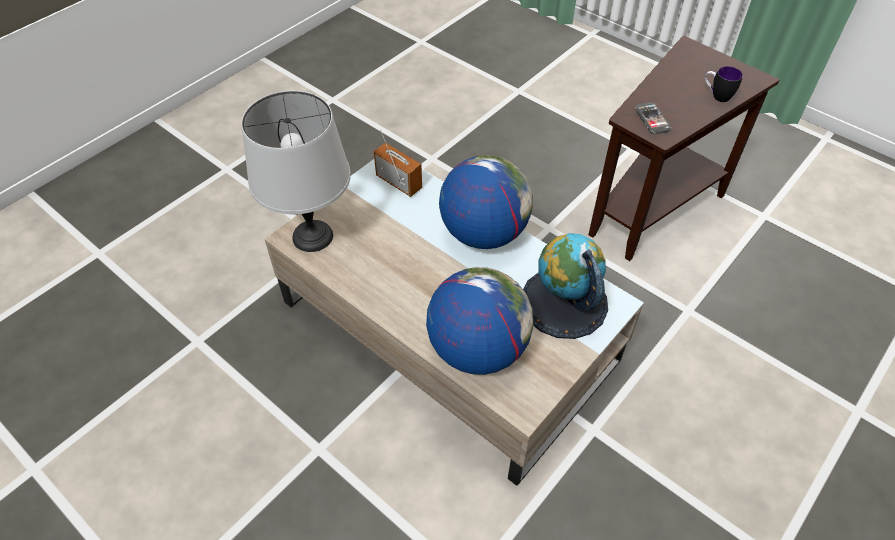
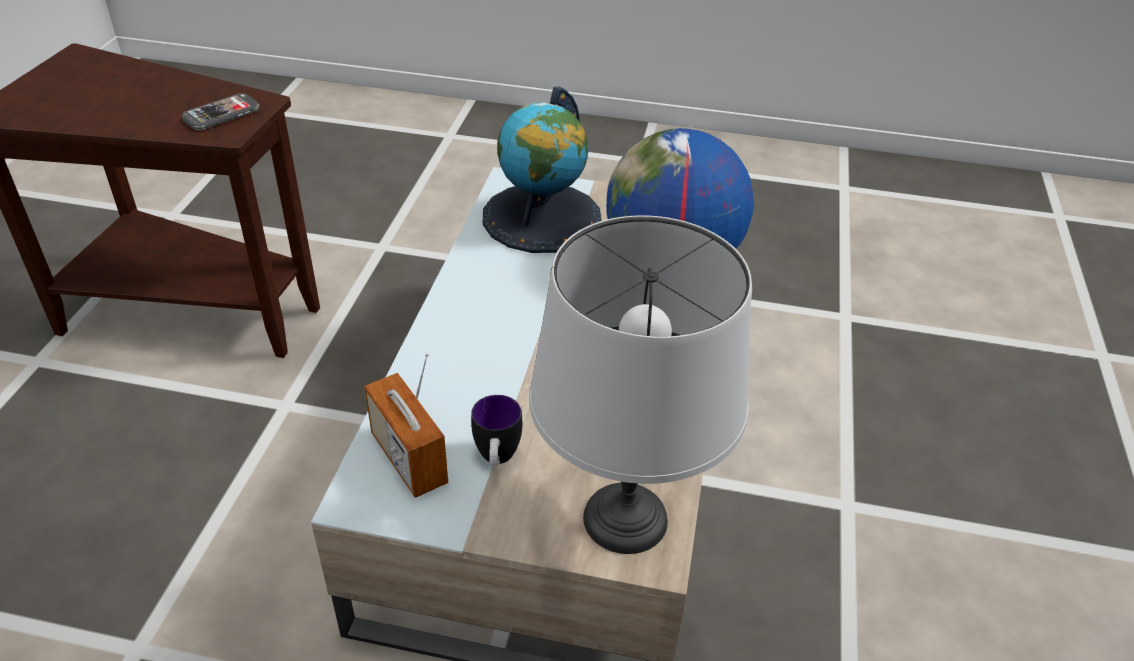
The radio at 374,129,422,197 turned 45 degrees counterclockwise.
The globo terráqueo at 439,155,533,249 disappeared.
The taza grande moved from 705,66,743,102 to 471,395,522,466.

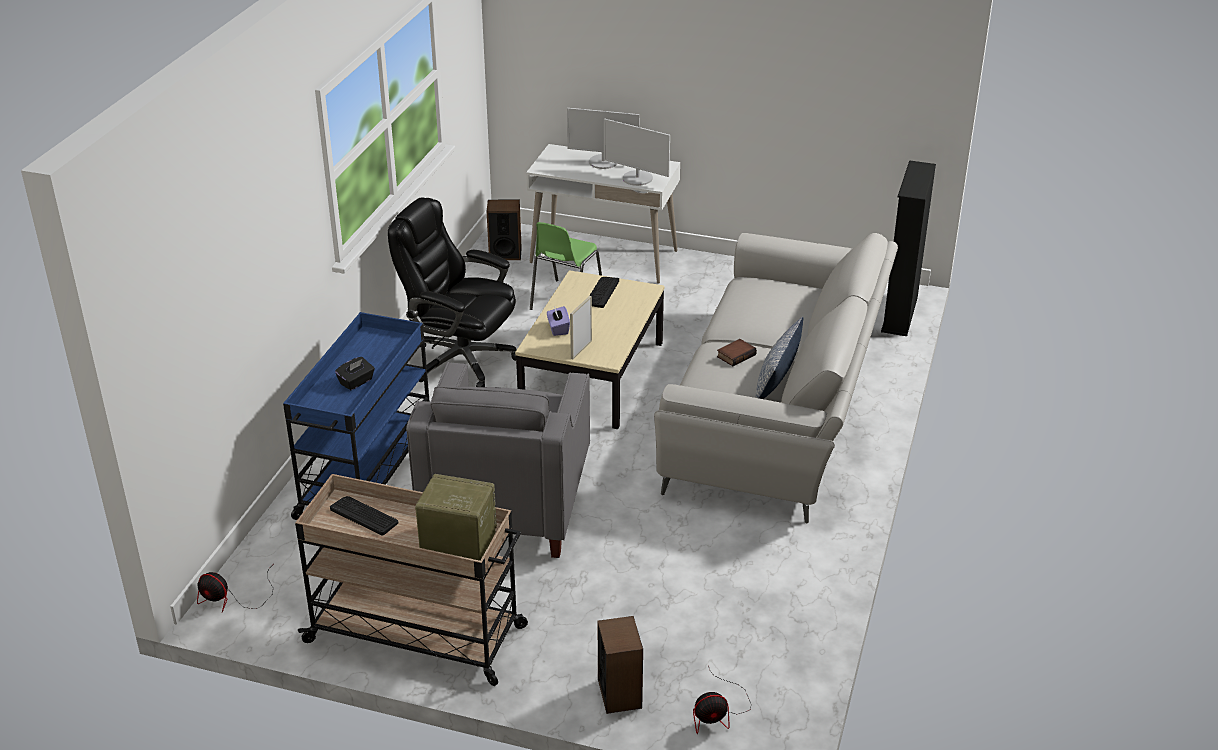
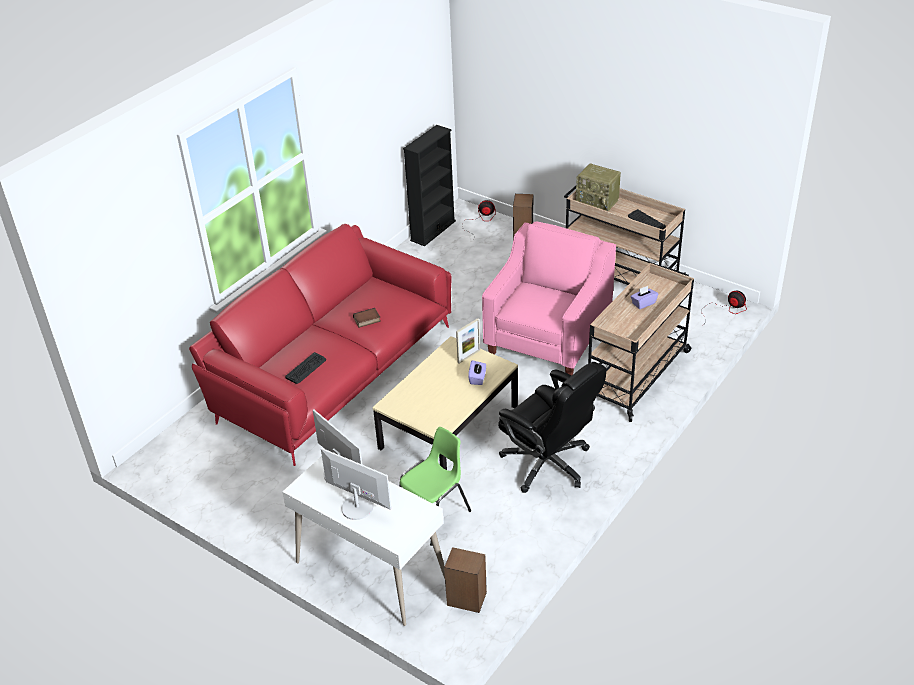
The carrito/azul at 283,312,430,520 became the carrito/beis at 588,263,694,422.
The caja de pañuelos/negro at 335,357,375,390 became the caja de pañuelos/morado at 630,286,658,309.
The sillón/gris at 406,362,590,558 became the sillón/rosa at 482,222,616,375.
The teclado moved from 590,277,619,308 to 285,352,326,384.
The sofá/gris at 654,233,898,524 became the sofá/rojo at 189,224,452,466.
The cojín at 755,317,803,399 disappeared.
The estantería/negro moved from 881,161,936,336 to 403,125,456,246.

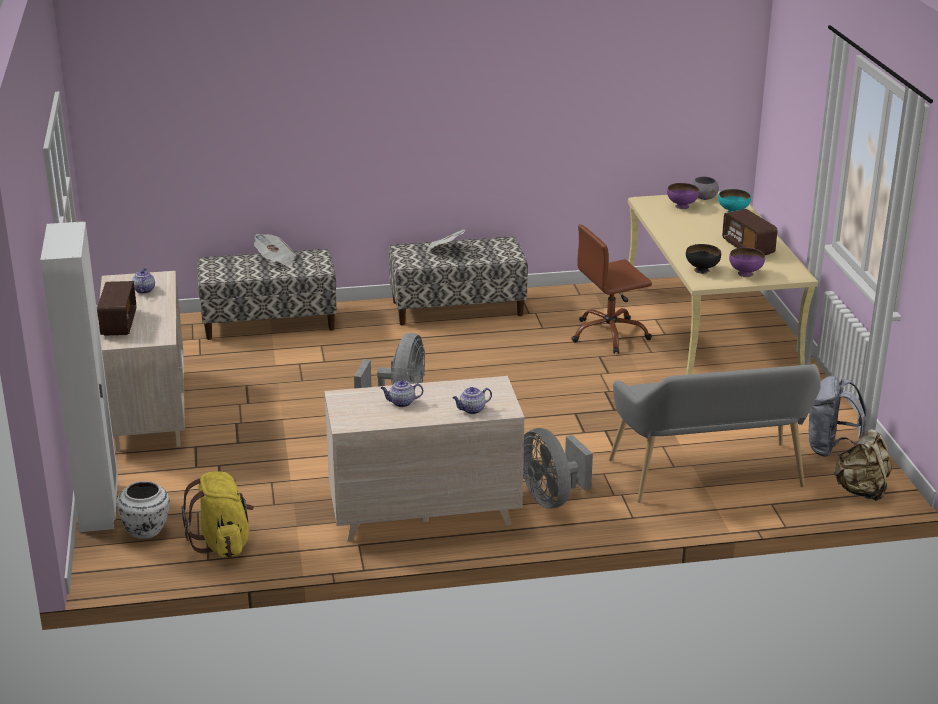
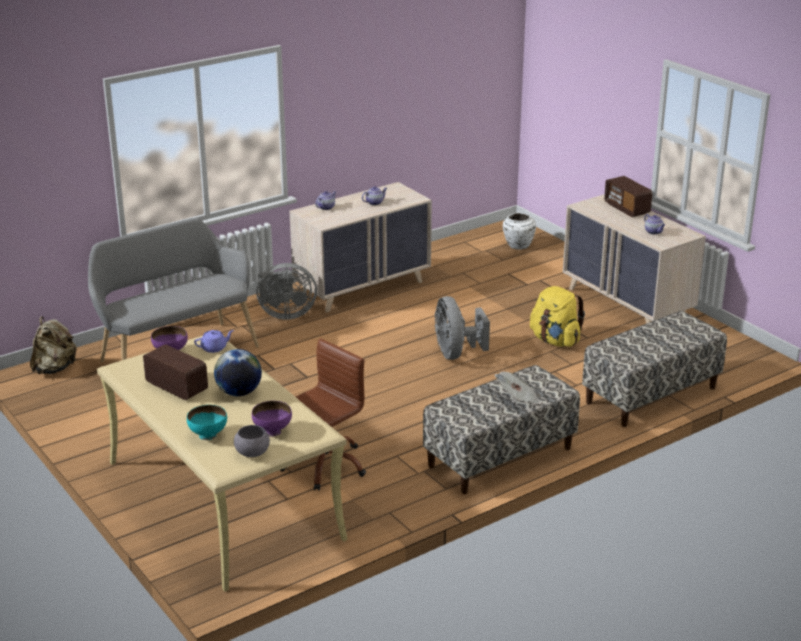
The armario ropero/blanco at 40,222,118,532 disappeared.
The mochila/amarillo moved from 182,471,254,557 to 530,286,585,347.
The periódico at 254,234,296,267 disappeared.
The ventilador/gris at 523,428,593,509 turned 135 degrees clockwise.
The cuenco/negro at 686,244,721,274 was replaced by the tetera/morado at 194,330,234,353.
The mochila/gris at 809,376,866,457 disappeared.
The globo terráqueo at 214,349,262,396 appeared.

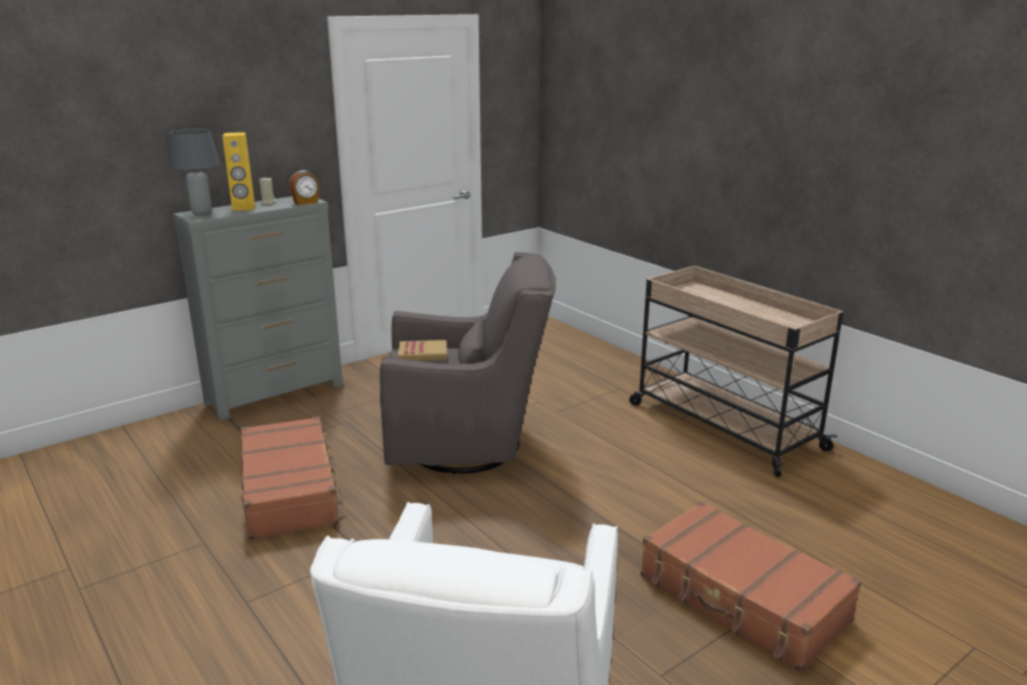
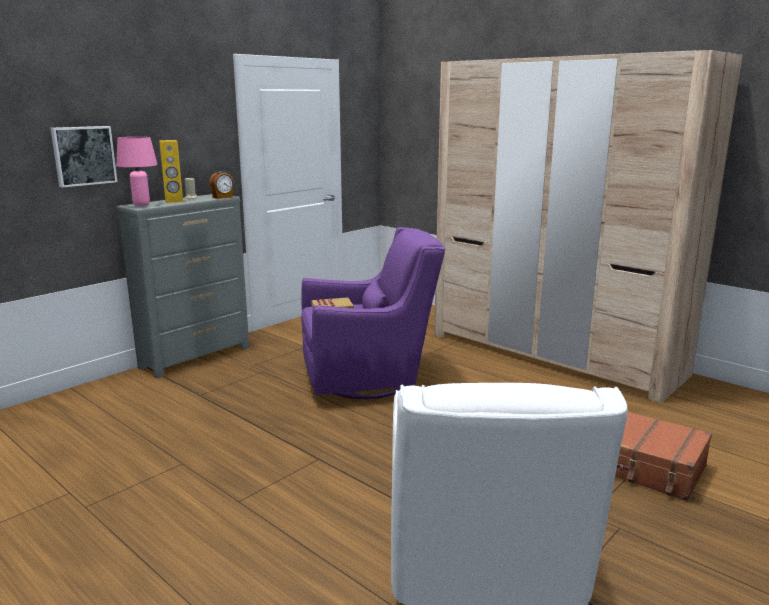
The lámpara de mesa/gris at 169,129,220,215 became the lámpara de mesa/rosa at 116,137,158,206.
The maleta/marrón at 240,417,344,540 disappeared.
The sillón/gris at 380,252,556,474 became the sillón/morado at 301,227,445,399.
The carrito/beis at 629,266,843,477 was replaced by the armario ropero/beis at 434,50,743,403.
The cuadro at 50,126,117,188 appeared.

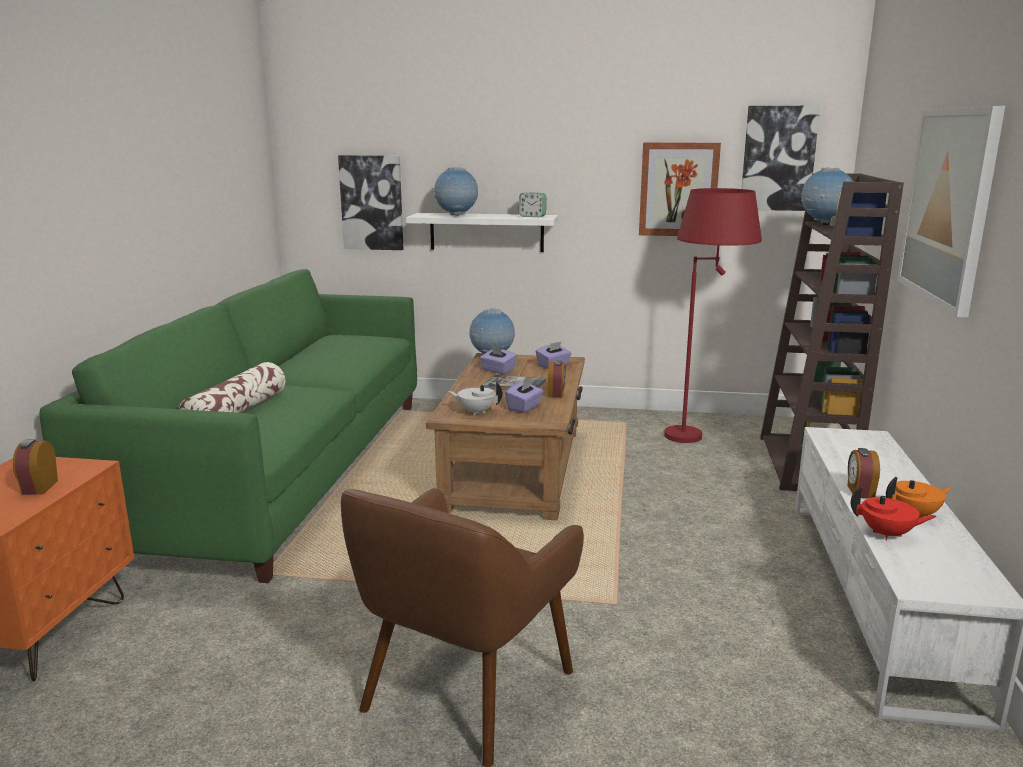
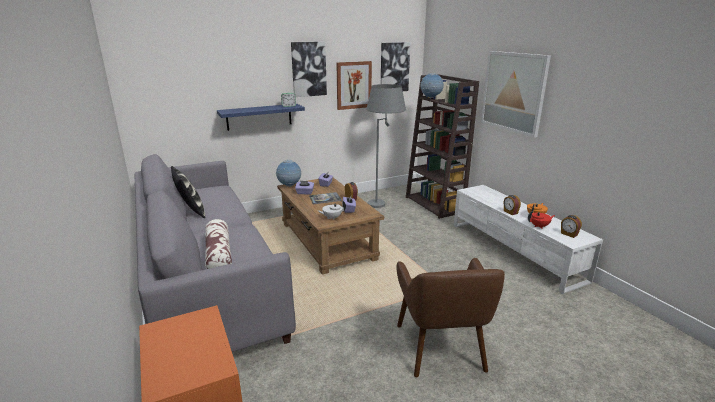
The despertador moved from 13,439,58,495 to 561,215,582,238.
The sofá/verde at 39,269,417,583 became the sofá/gris at 135,154,296,352.
The cuadro moved from 338,155,403,250 to 291,42,327,97.
The estante/blanco at 406,213,558,252 became the estante/azul at 217,104,305,131.
The globo terráqueo at 433,167,478,216 disappeared.
The lámpara de pie/rojo at 664,188,762,443 became the lámpara de pie/gris at 367,84,406,208.
The cojín at 171,166,205,218 appeared.

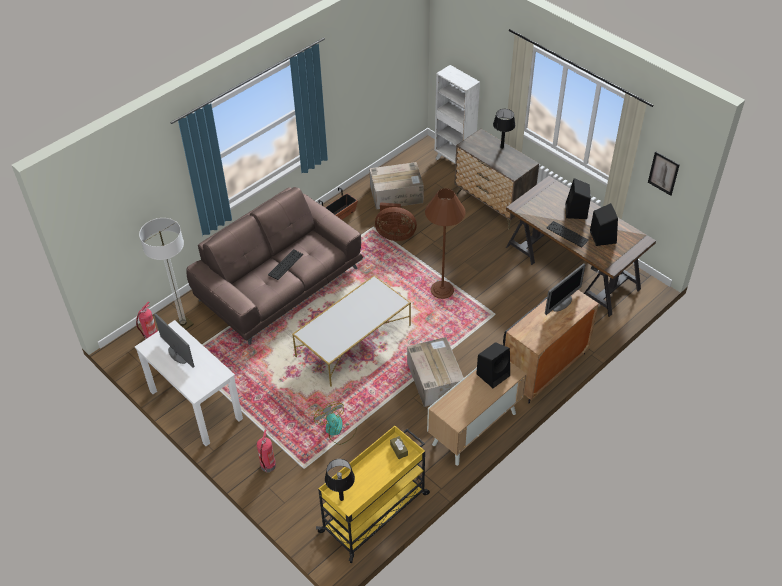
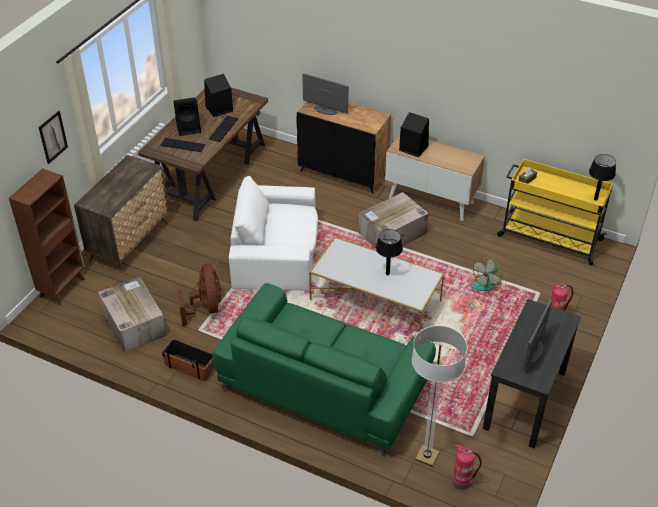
The escritorio/blanco at 135,320,243,446 became the escritorio/negro at 483,299,581,448.
The sofá/marrón at 186,187,363,345 became the sofá/verde at 212,283,436,457.
The teclado moved from 268,249,303,280 to 161,138,205,152.
The lámpara de pie/marrón at 425,188,466,299 was replaced by the sillón/blanco at 229,176,318,291.
The estantería/blanco at 435,65,480,163 became the estantería/marrón at 9,168,85,305.
The lámpara de mesa/negro moved from 493,109,515,149 to 376,229,403,275.
The cuadro moved from 648,151,679,196 to 39,111,68,164.

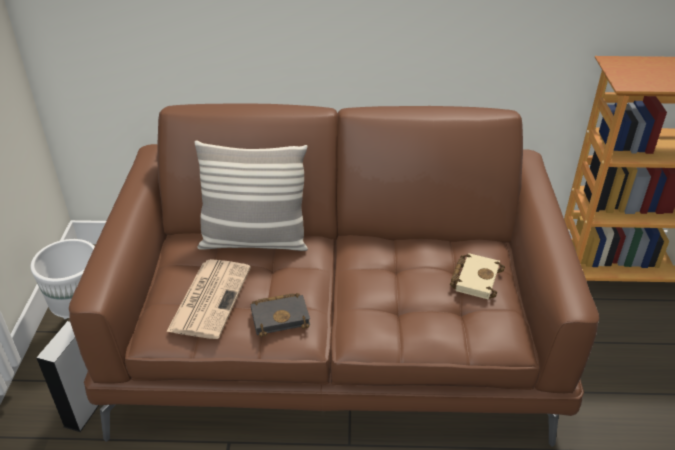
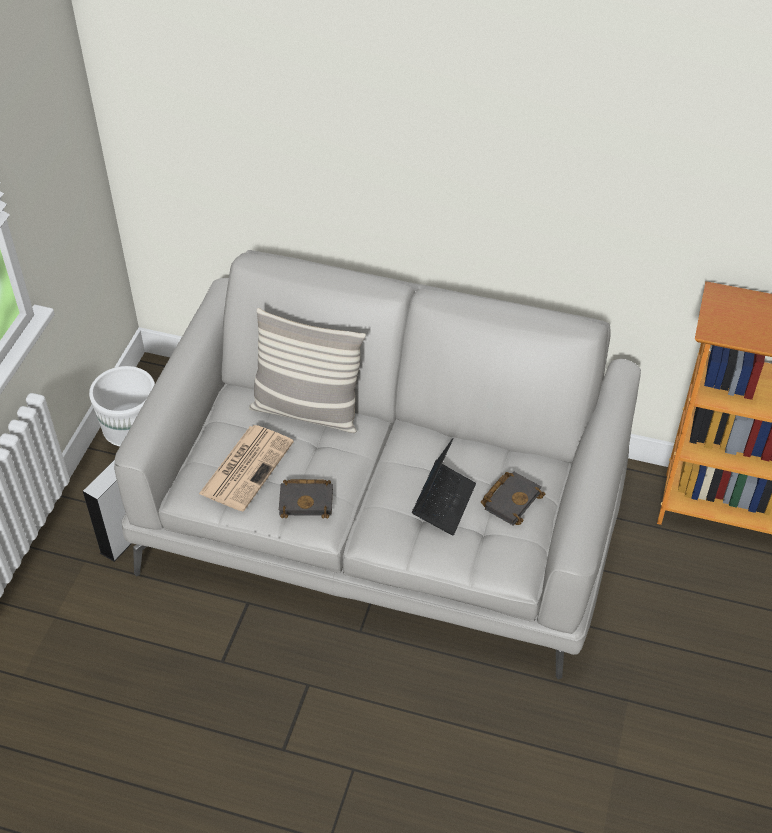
The sofá/marrón at 69,103,599,447 became the sofá/gris at 114,250,641,679.
The libro/beis at 450,253,505,300 became the libro/negro at 481,472,545,525.
The portátil at 412,438,476,536 appeared.

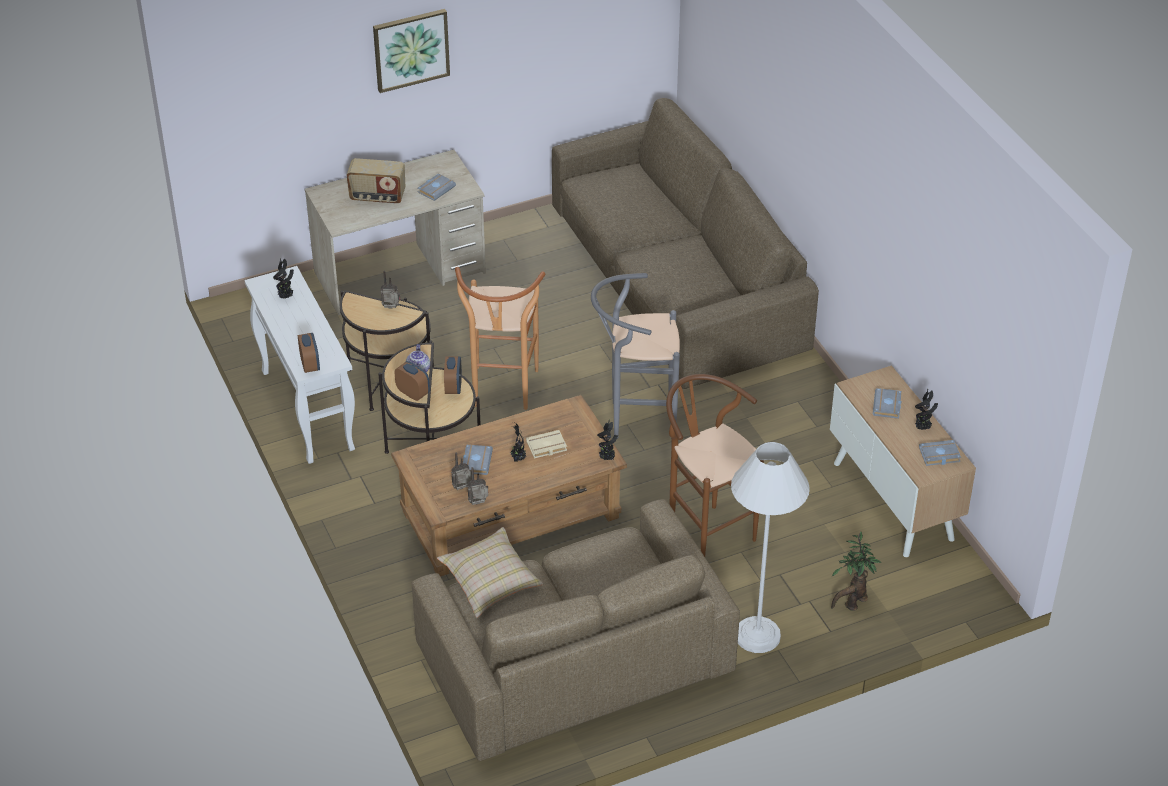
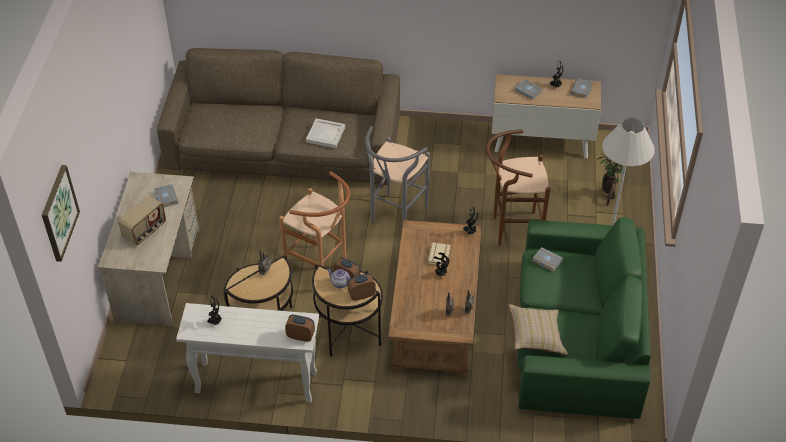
The cuadro moved from 373,9,450,93 to 42,165,80,262.
The sofá/marrón at 412,499,740,761 became the sofá/verde at 518,217,651,419.
The libro/gris moved from 463,445,493,475 to 532,247,563,272.
The bandeja/blanco at 306,118,345,148 appeared.

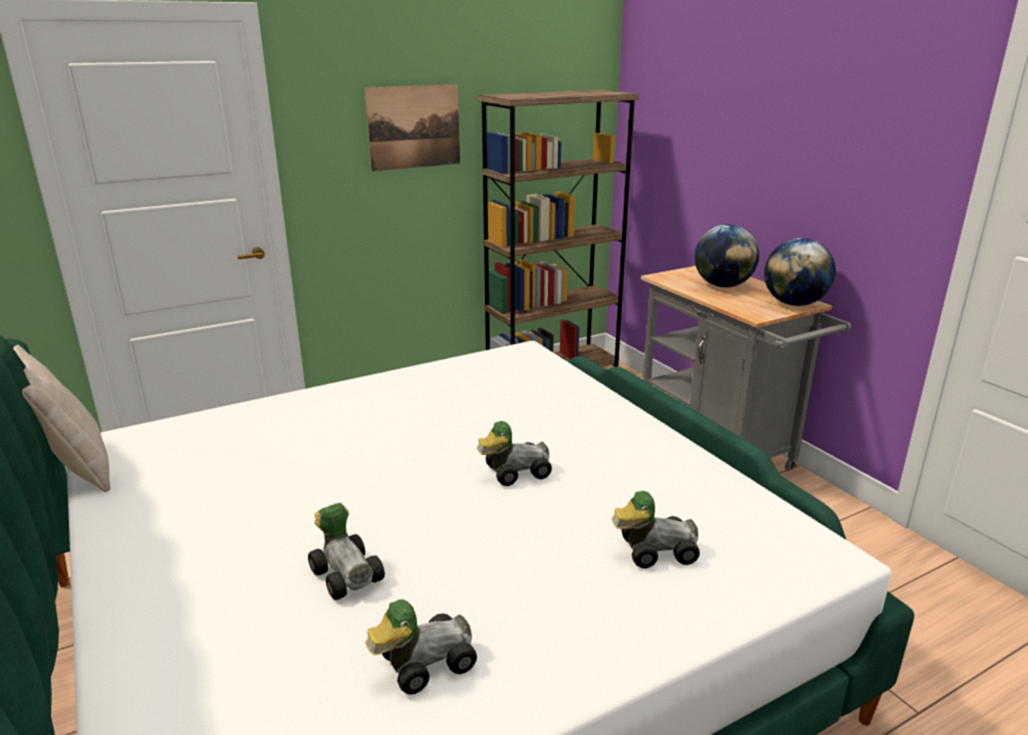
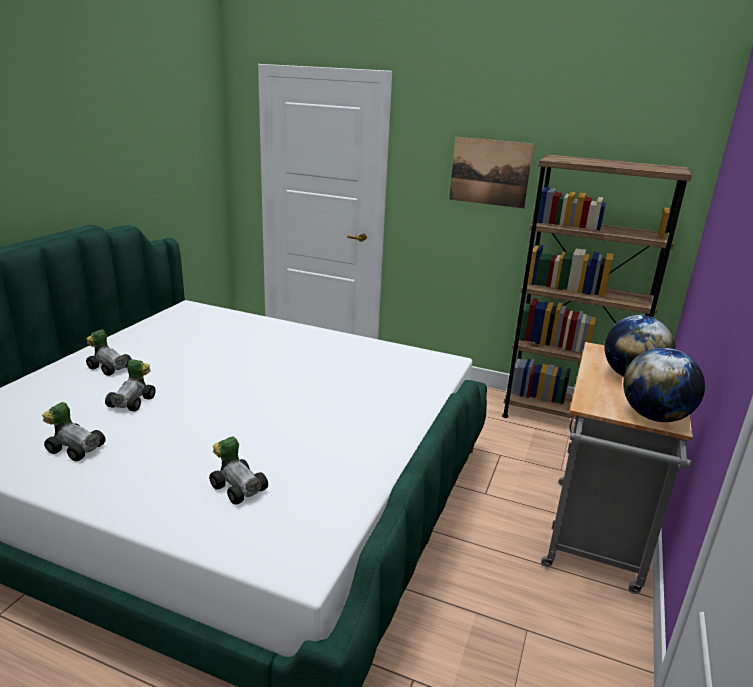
The cojín/beis at 13,345,110,492 disappeared.
The coche de juguete moved from 476,421,552,486 to 86,329,131,376.

